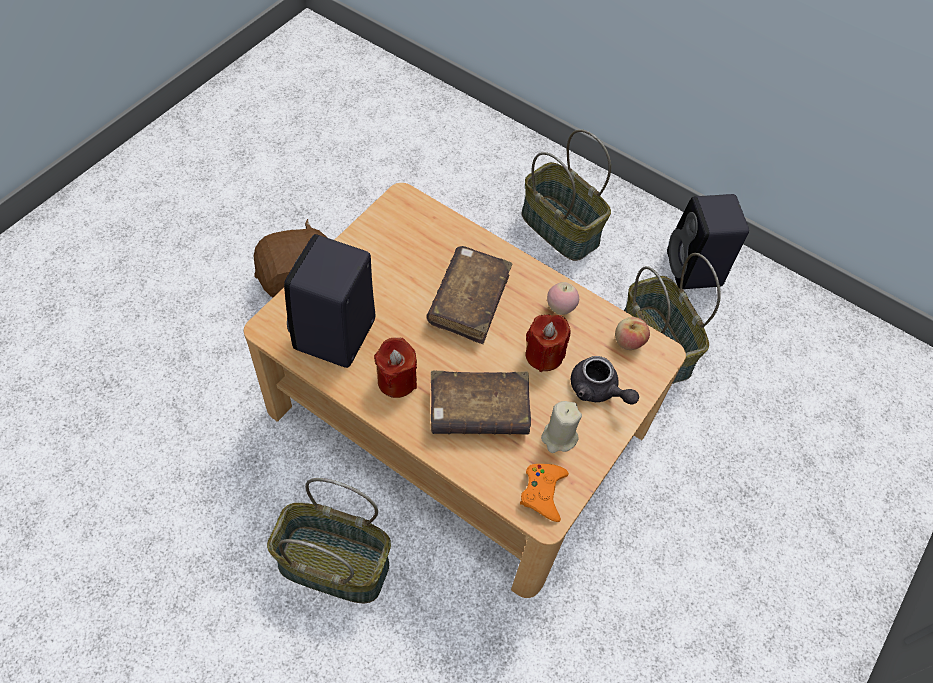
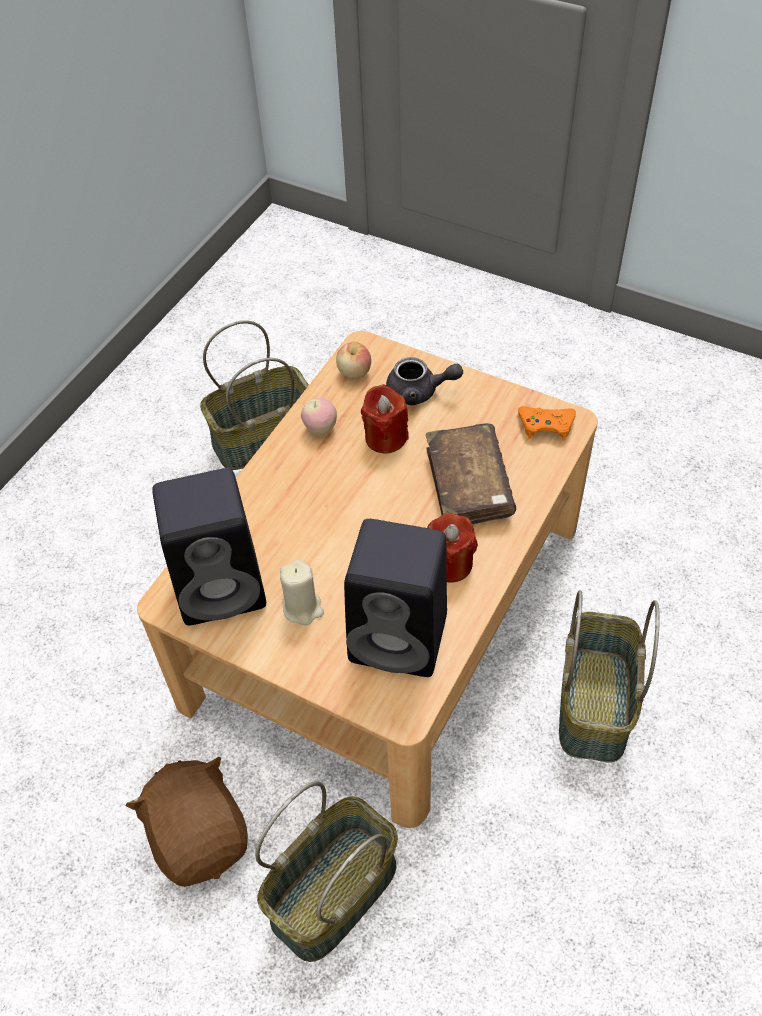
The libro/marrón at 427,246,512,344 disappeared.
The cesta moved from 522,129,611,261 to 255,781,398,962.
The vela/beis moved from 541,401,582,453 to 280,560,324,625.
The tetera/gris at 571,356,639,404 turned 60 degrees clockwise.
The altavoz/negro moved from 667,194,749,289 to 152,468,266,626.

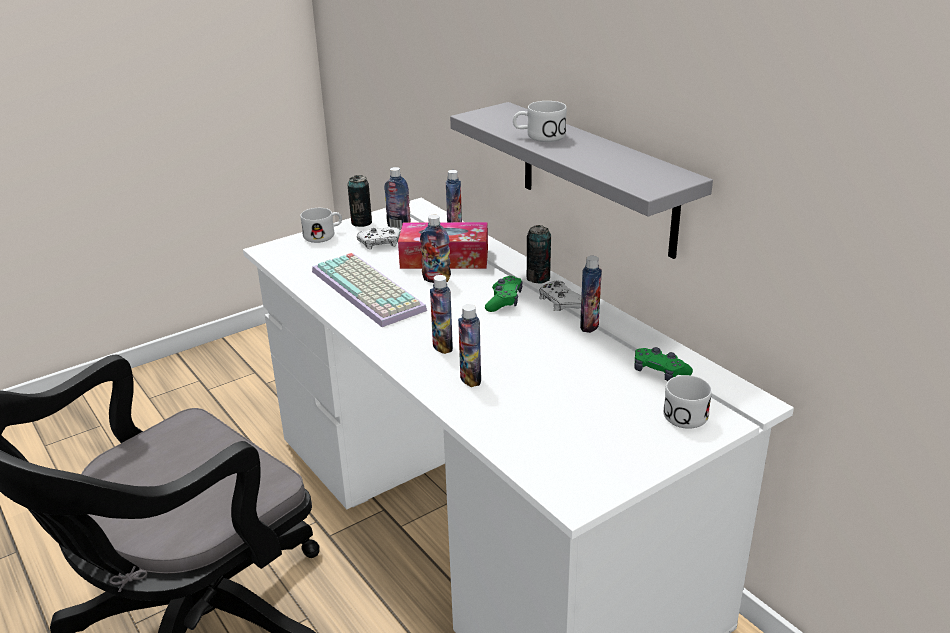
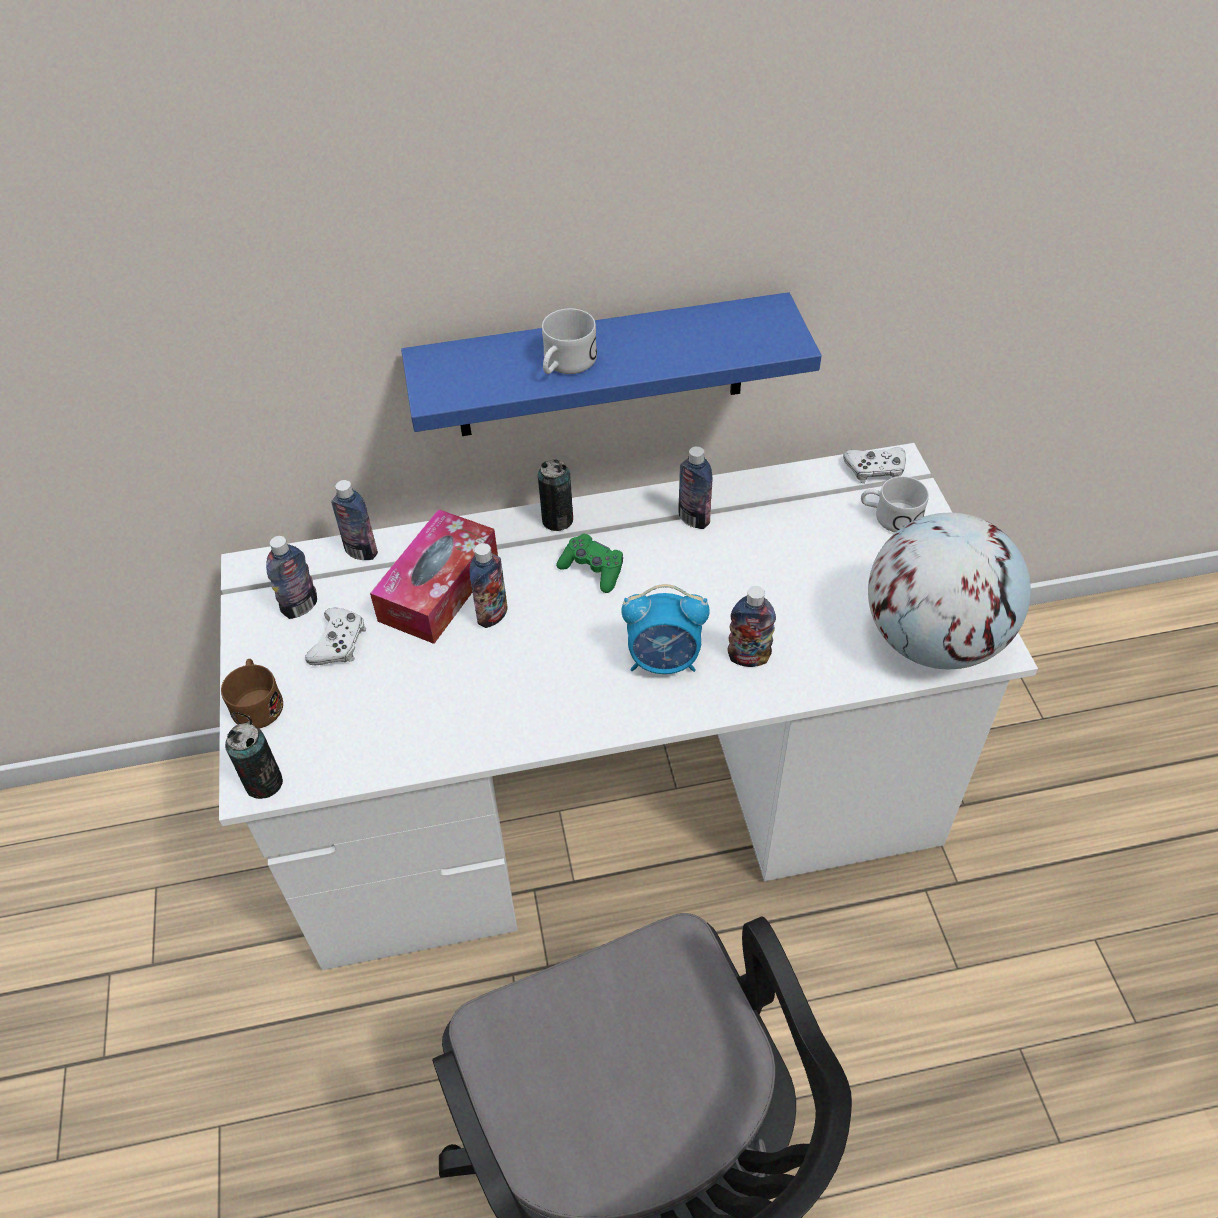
The taza grande/blanco at 300,208,342,243 became the taza grande/marrón at 221,659,283,729.
The teclado at 312,253,427,327 disappeared.
The lata moved from 347,175,372,227 to 225,723,283,799.
The botella at 430,275,453,354 was replaced by the despertador at 621,584,710,674.
The estante/gris at 450,102,713,259 became the estante/azul at 401,292,821,436.
The mando de consola/blanco moved from 539,280,581,311 to 843,447,906,484.
The mando de consola/verde at 634,347,693,381 disappeared.
The globo terráqueo at 868,513,1031,669 appeared.

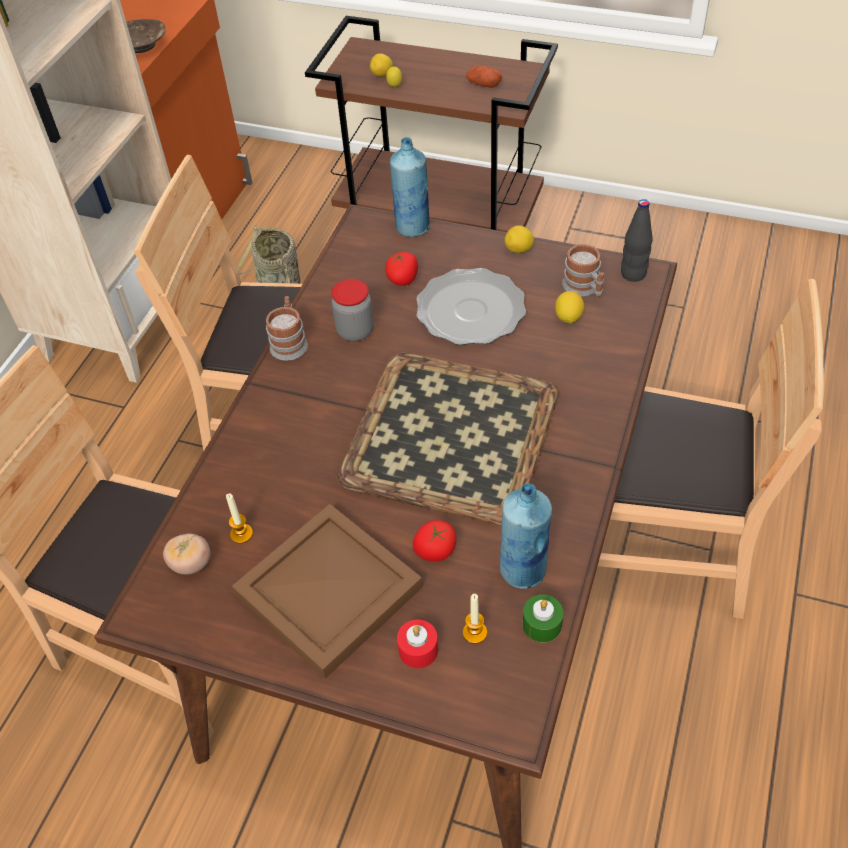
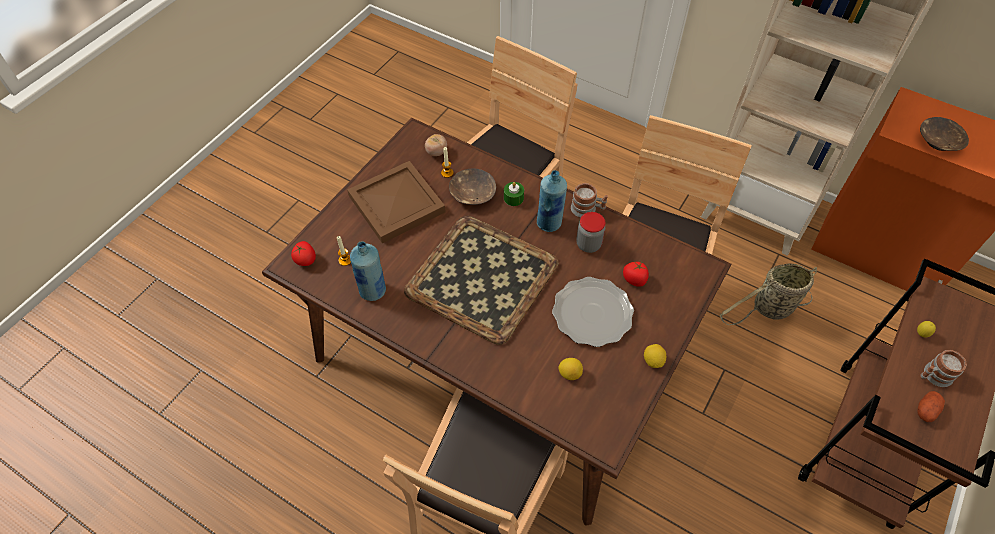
The limón at 370,53,393,77 disappeared.
The botella/azul moved from 390,137,430,237 to 537,170,567,232.
The vela/rojo at 397,620,438,668 disappeared.
The tomate moved from 413,520,456,562 to 291,241,316,266.
The vela/verde moved from 523,594,563,643 to 504,182,524,206.
The taza grande moved from 562,244,604,298 to 920,350,967,387.
The botella/negro at 621,199,652,282 disappeared.
The cuenco/marrón at 449,168,496,205 appeared.

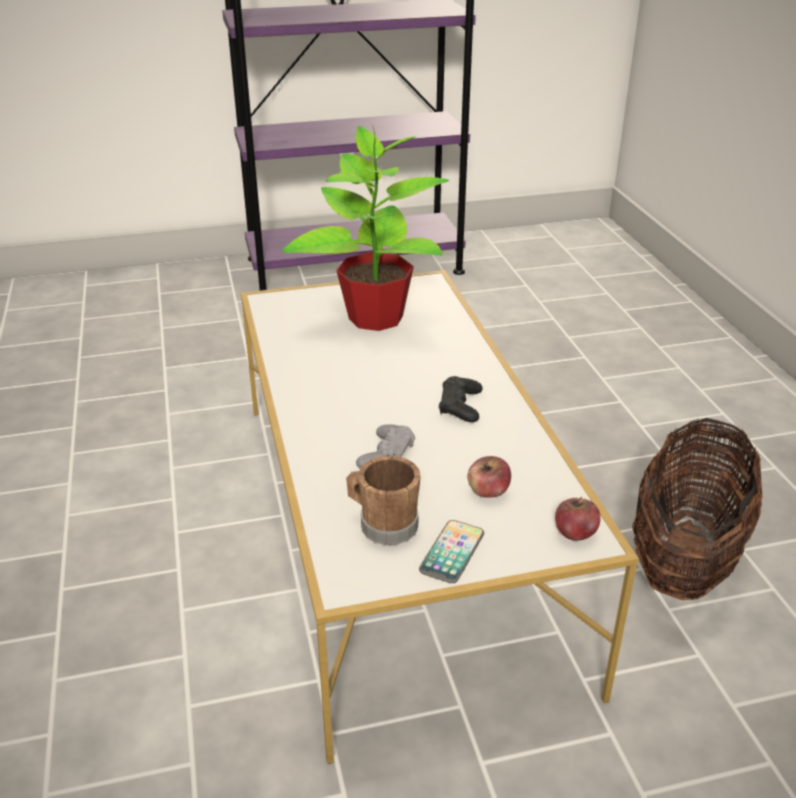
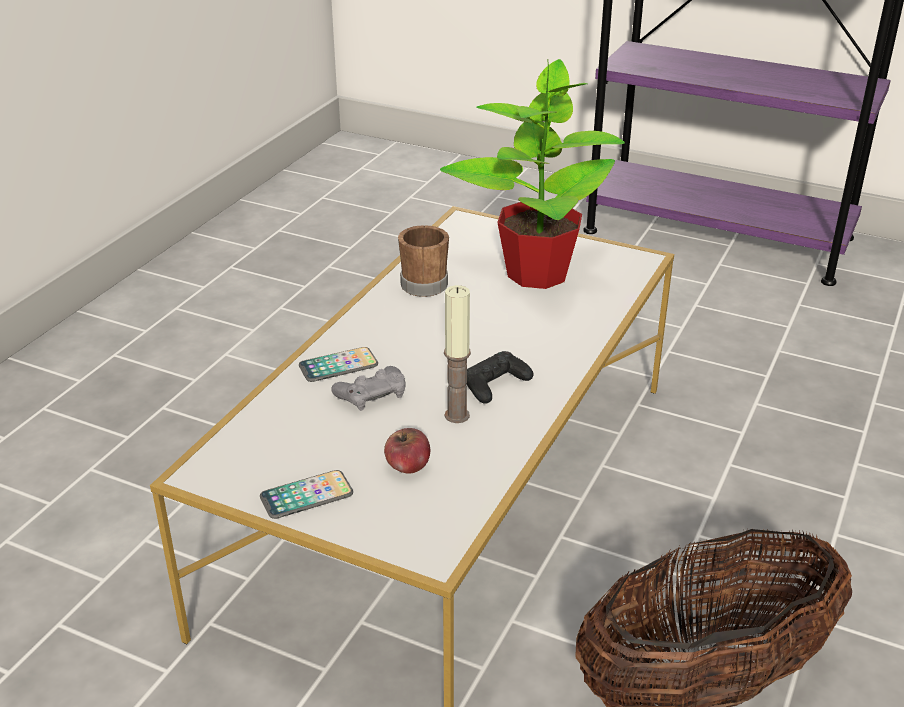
The taza grande/marrón moved from 346,456,421,545 to 398,225,449,297.
The manzana at 555,497,601,541 disappeared.
The móvil at 299,347,378,382 appeared.
The vela at 444,285,471,423 appeared.

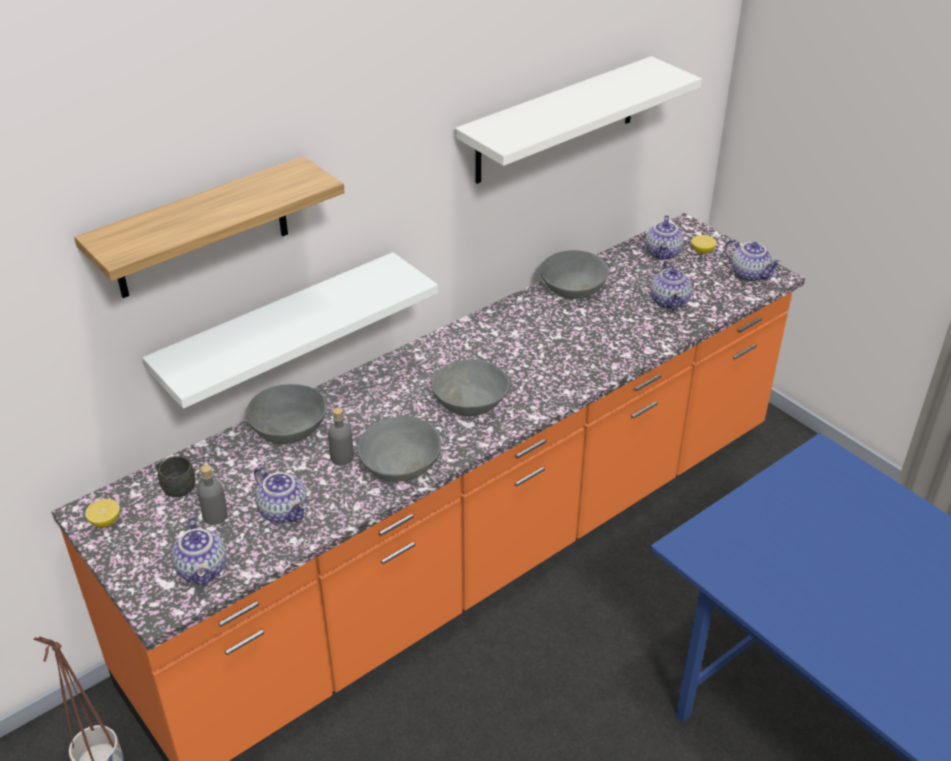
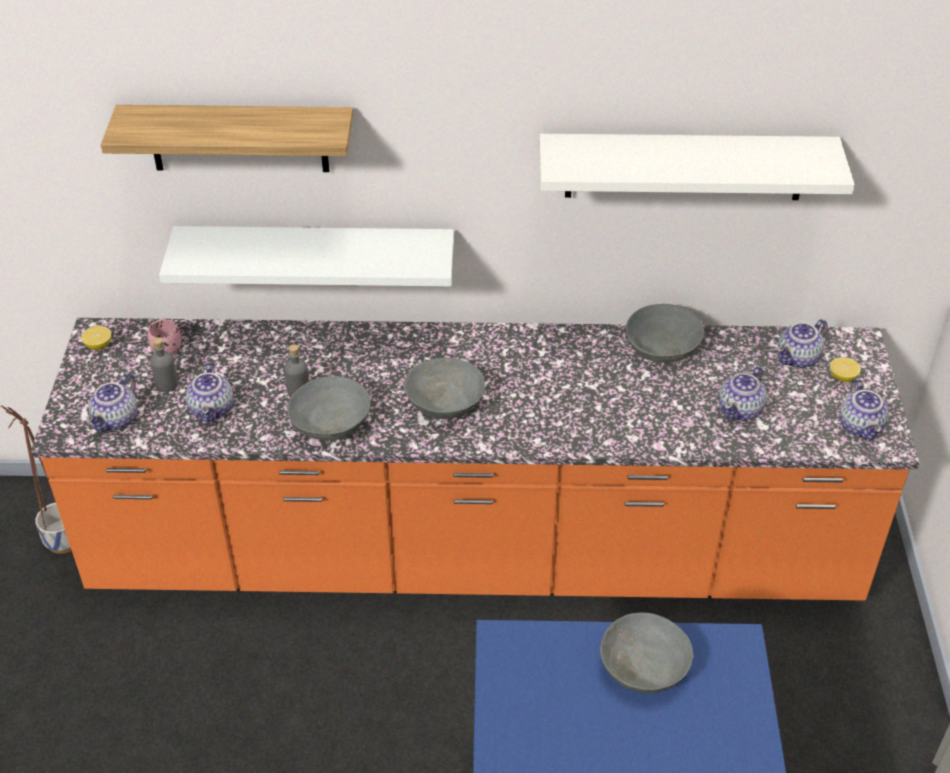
The taza grande/gris at 156,456,196,497 became the taza grande/rosa at 147,319,181,355.
The cuenco/gris moved from 246,384,327,444 to 600,613,693,693.

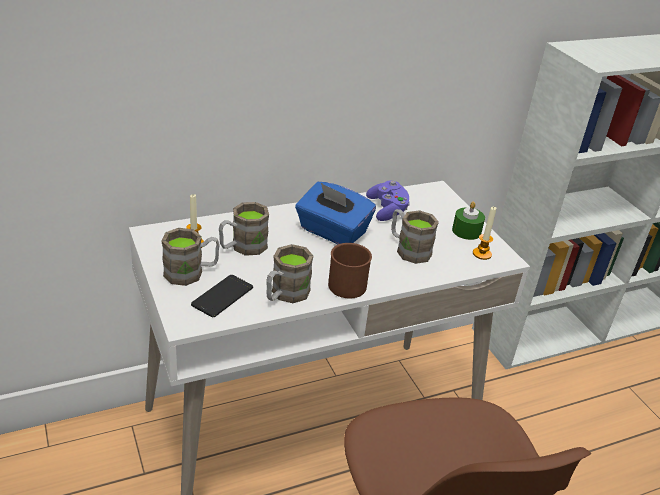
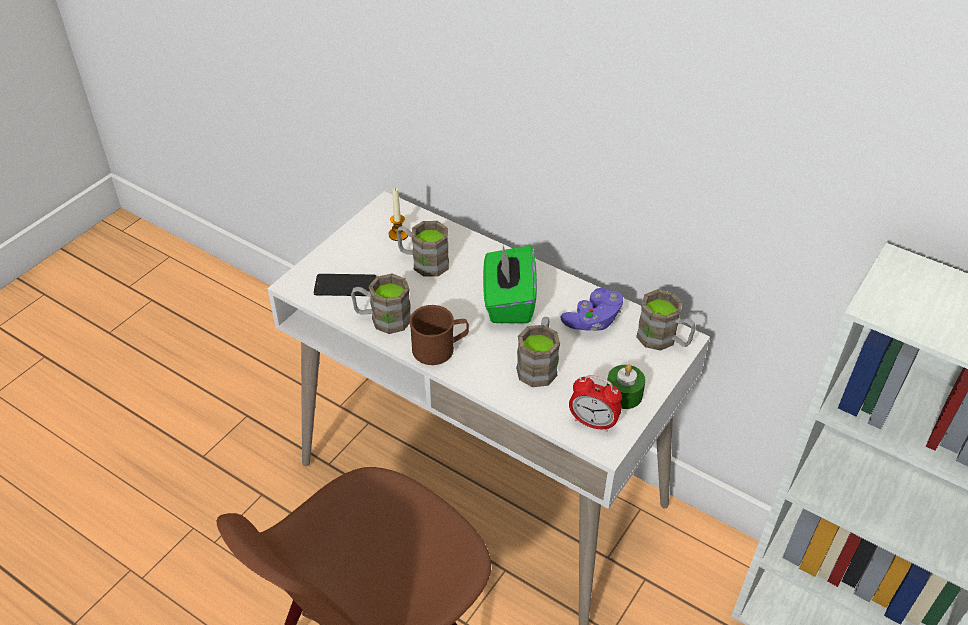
The taza grande/marrón moved from 161,228,220,286 to 636,289,696,351.
The caja de pañuelos/azul at 295,182,376,244 became the caja de pañuelos/verde at 483,245,537,323.
The vela at 473,206,497,260 was replaced by the despertador at 569,375,622,432.

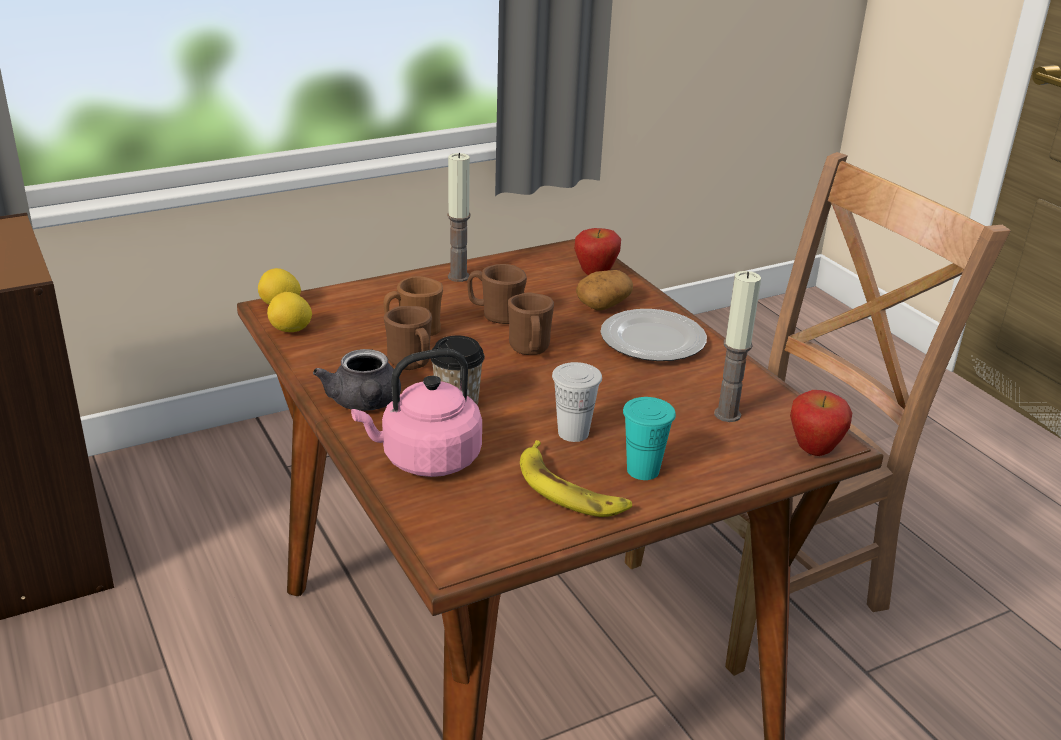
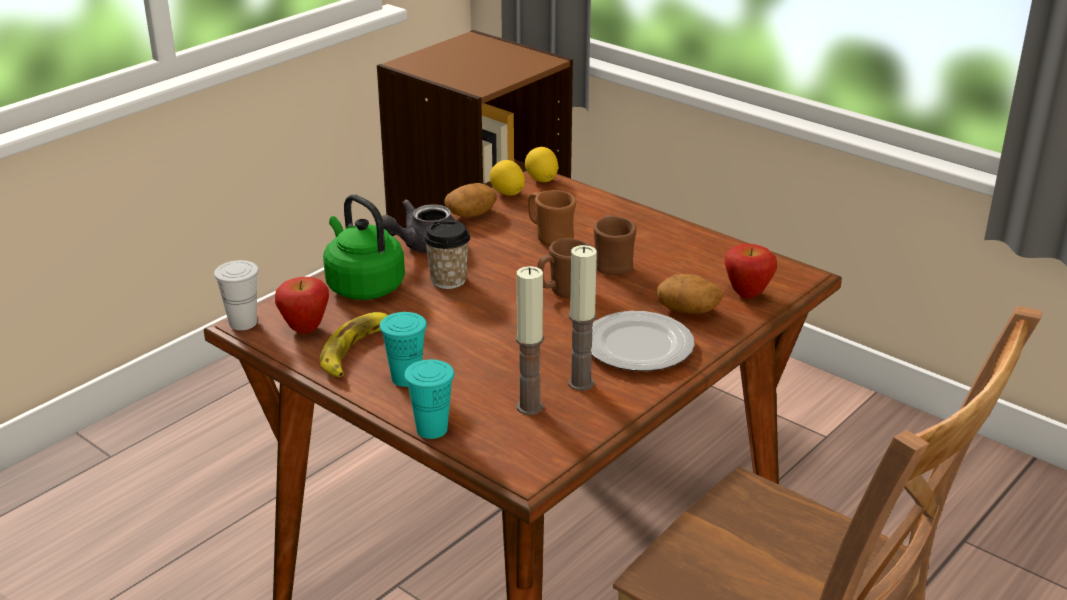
The hervidor/rosa at 351,348,482,477 became the hervidor/verde at 323,194,405,300.
The taza grande/marrón at 384,306,432,370 disappeared.
The vela moved from 447,153,470,282 to 568,245,597,391.
The taza/blanco moved from 552,362,602,442 to 214,260,259,330.
The manzana moved from 790,390,852,456 to 275,277,329,334.
The taza/turquesa at 404,359,454,439 appeared.
The patata at 444,183,497,217 appeared.

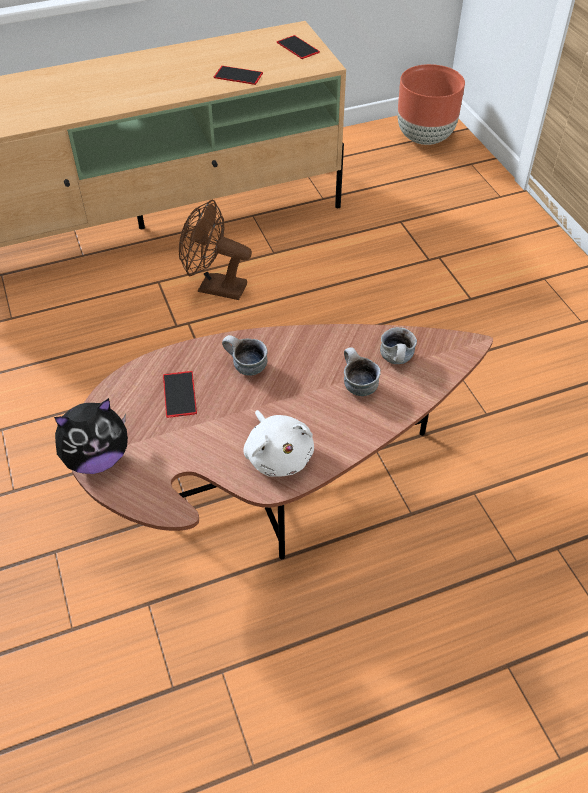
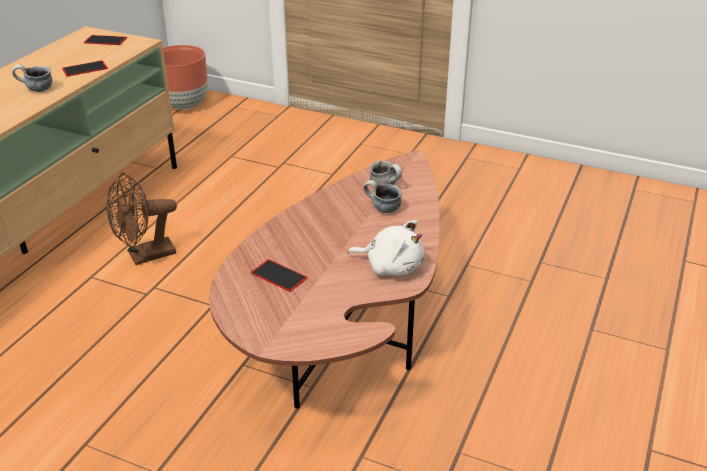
The peluche at 54,398,128,474 disappeared.
The taza grande moved from 222,335,268,376 to 12,65,52,92.

